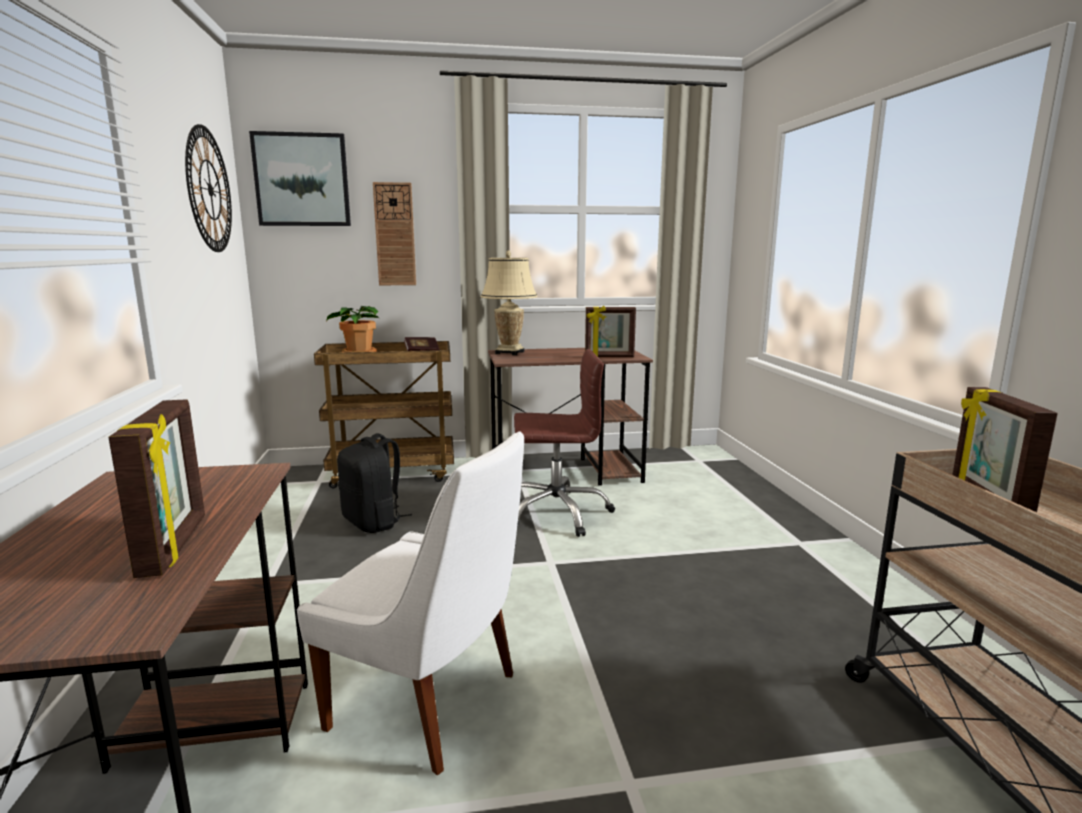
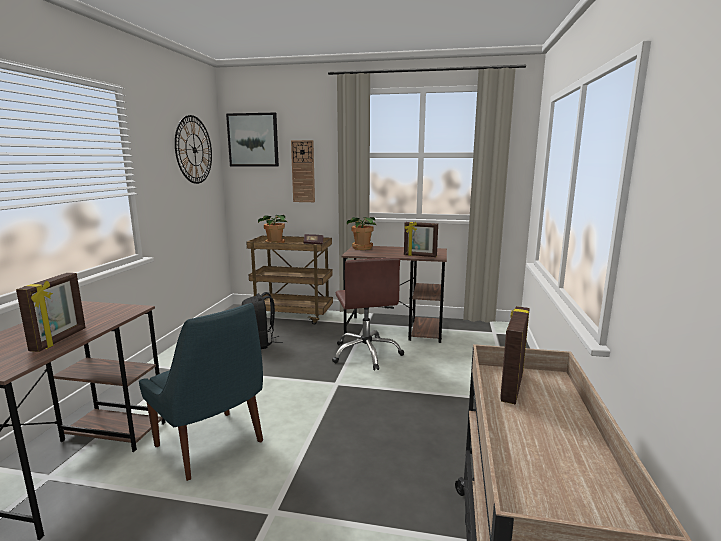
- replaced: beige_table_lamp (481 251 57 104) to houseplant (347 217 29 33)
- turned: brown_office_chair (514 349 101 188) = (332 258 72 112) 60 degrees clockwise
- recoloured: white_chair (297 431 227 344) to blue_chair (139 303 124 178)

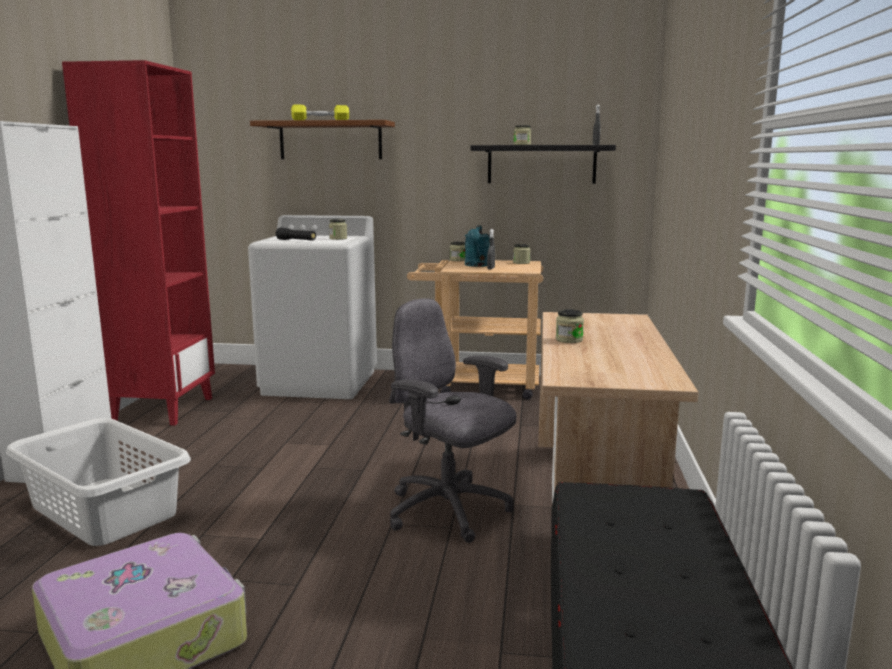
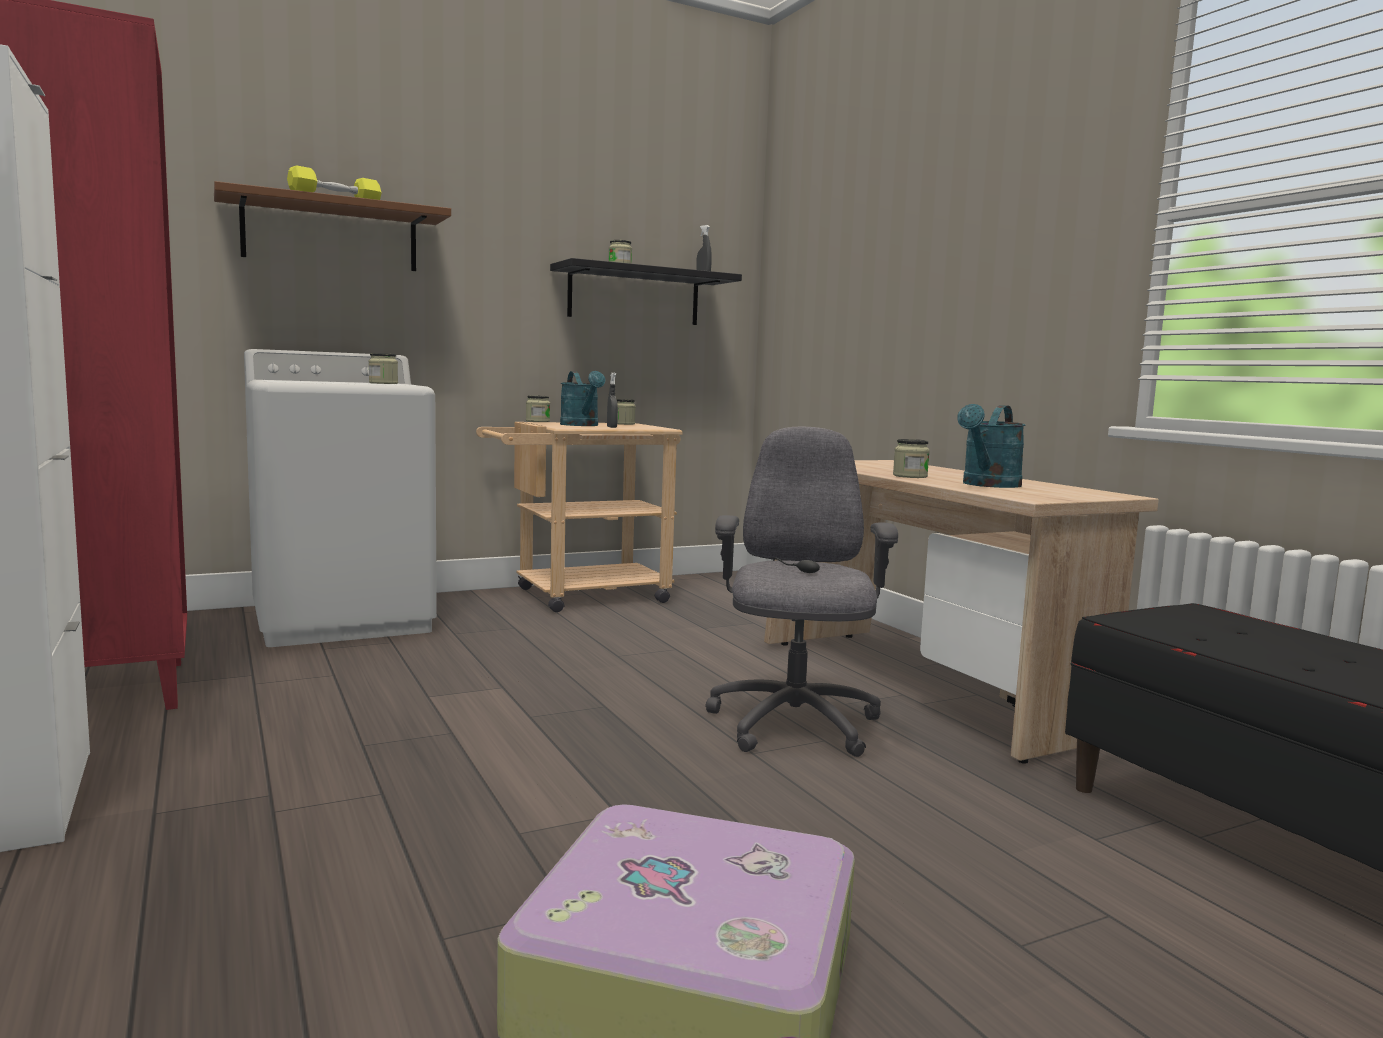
- removed: black-coloured_torch (276 227 40 13)
- turned: gray_office_chair (389 298 127 245) = (705 426 193 331) 90 degrees clockwise
- removed: white_hamper (6 418 185 128)
- added: turquoise_sprinkling_can (957 404 68 84)

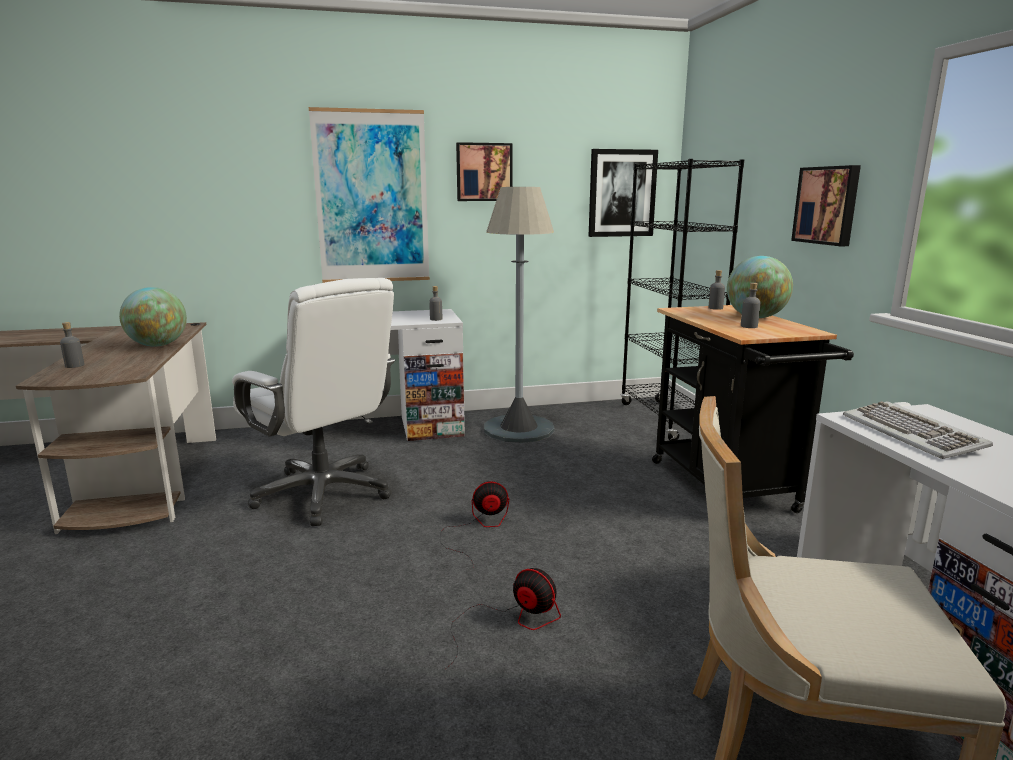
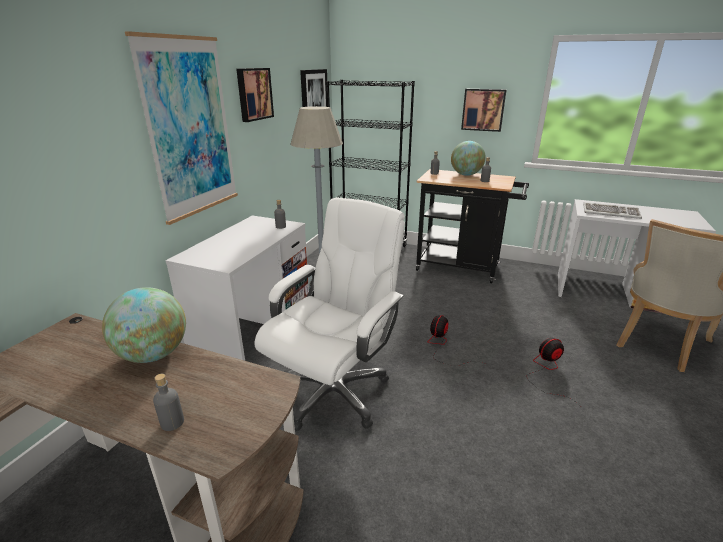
- turned: white_office_chair (232 278 163 248) = (254 198 151 233) 45 degrees counterclockwise

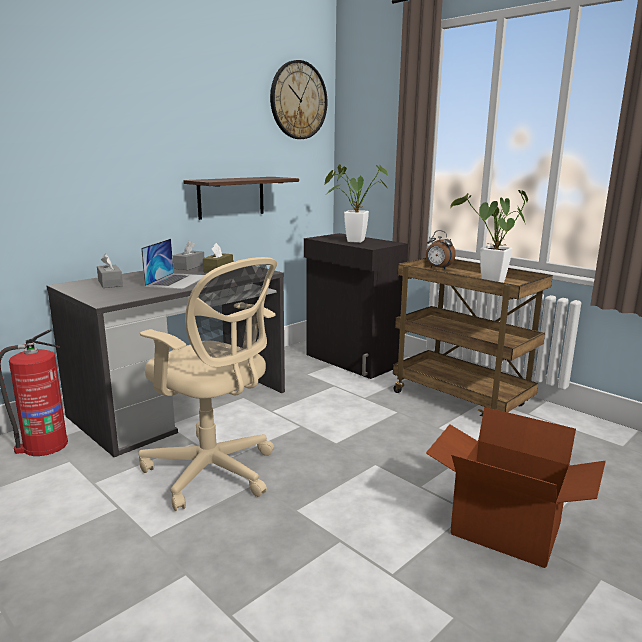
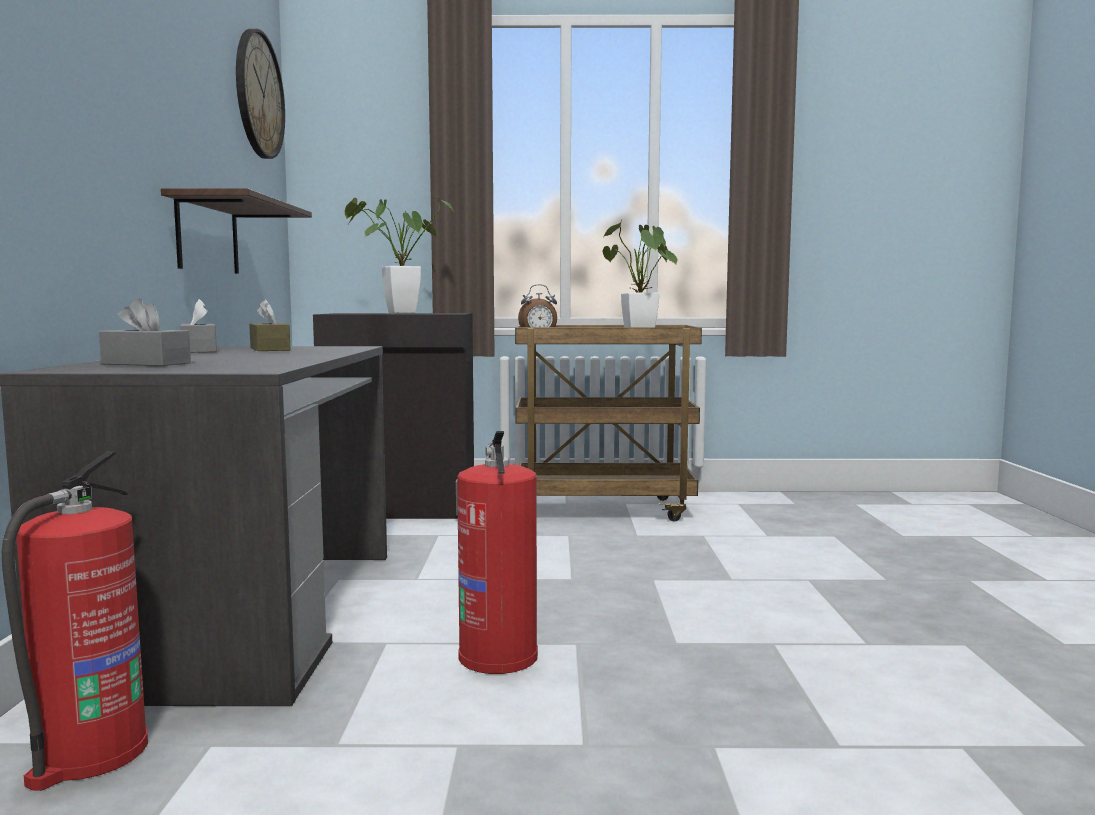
- removed: portable_computer (141 239 64 50)
- replaced: beige_office_chair (138 257 139 254) to fire-fighting_cylinder (457 431 81 243)
- removed: carton (426 407 180 161)

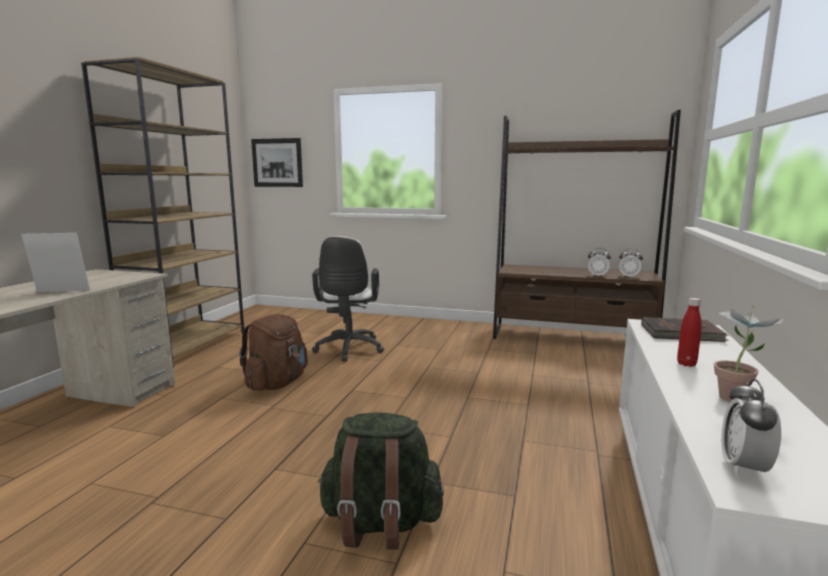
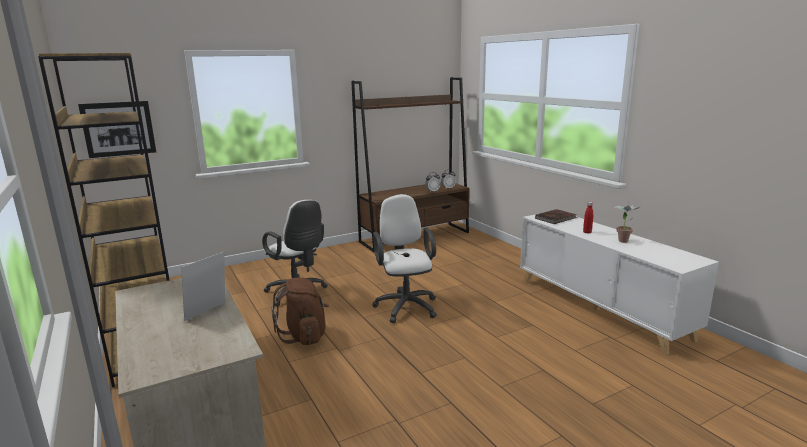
- removed: alarm_clock (721 379 60 97)
- removed: green_rucksack (317 412 127 138)
- added: white_office_chair (372 194 65 129)

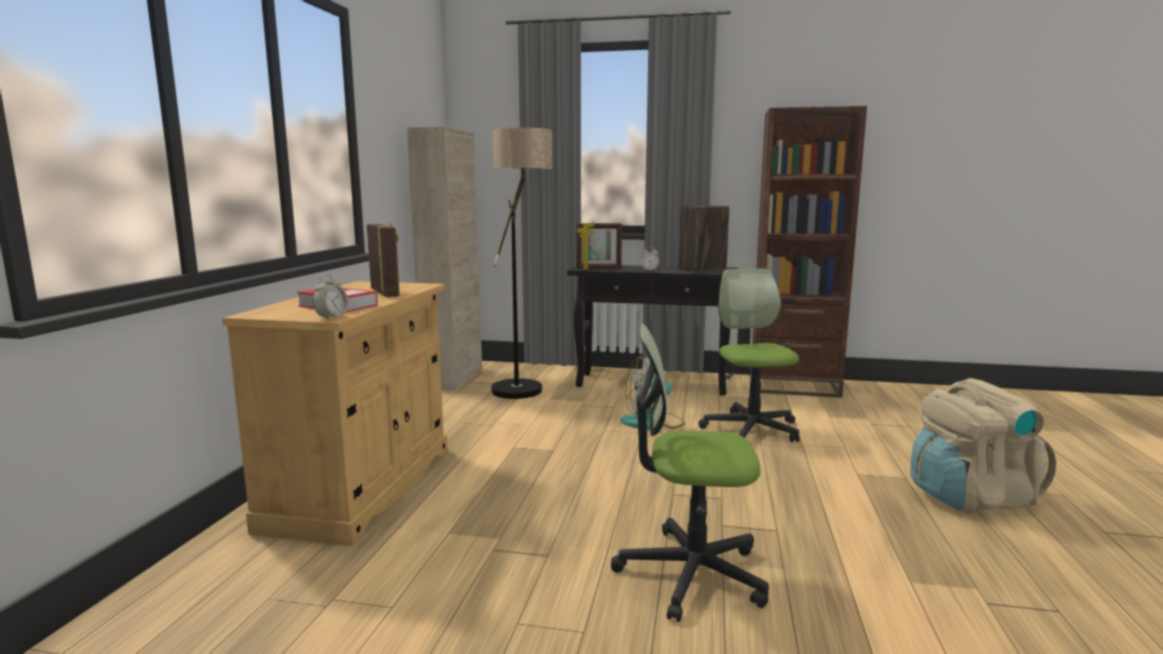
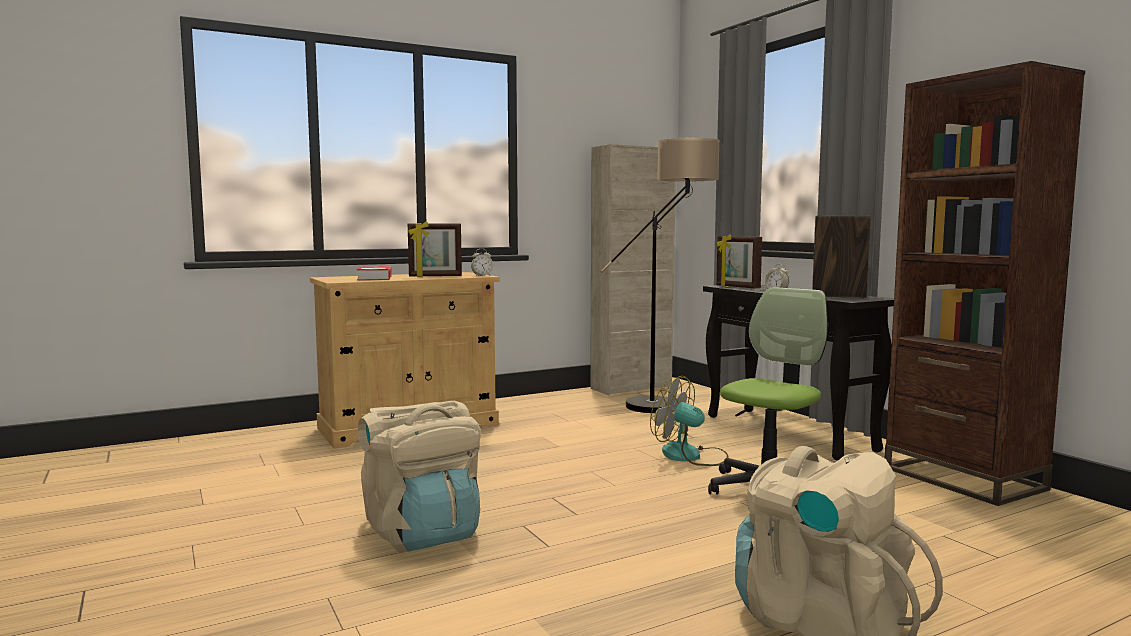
- turned: picture_frame (367 223 33 74) = (408 221 54 56) 60 degrees clockwise
- moved: alarm_clock (312 275 36 45) to (471 249 22 27)
- replaced: office_chair (611 323 158 299) to beige_rucksack (358 401 123 152)

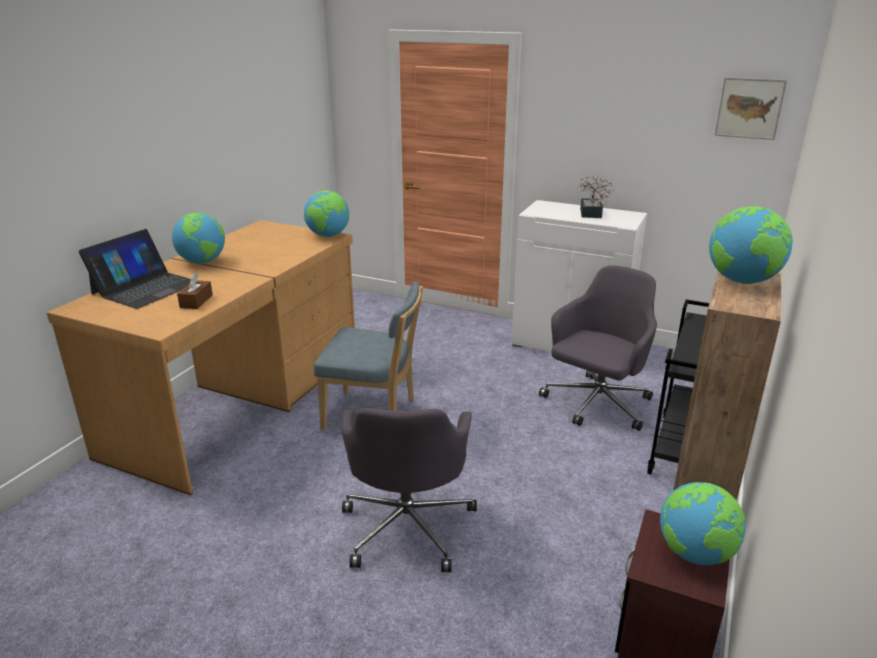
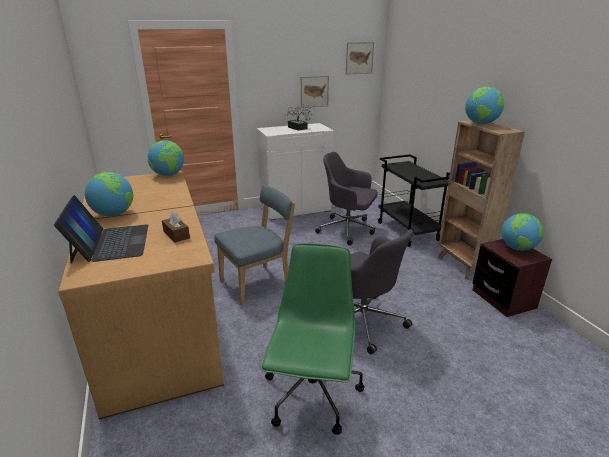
- turned: gray_office_chair (539 266 118 165) = (315 152 63 93) 60 degrees counterclockwise
- added: picture (301 76 28 32)
- added: green_office_chair (260 243 105 192)

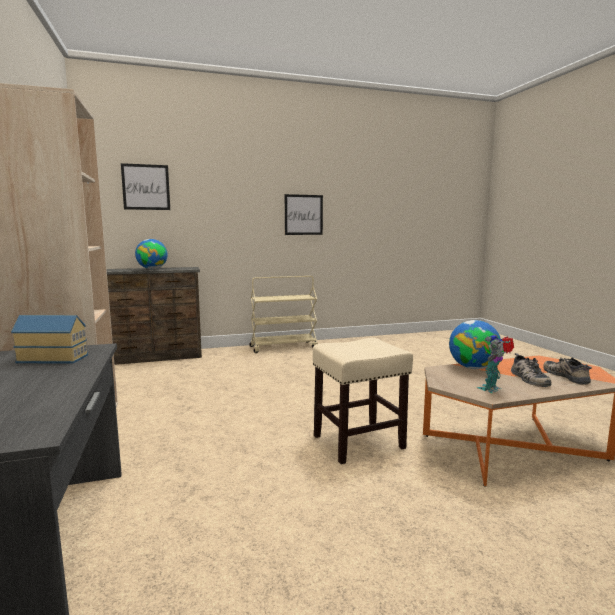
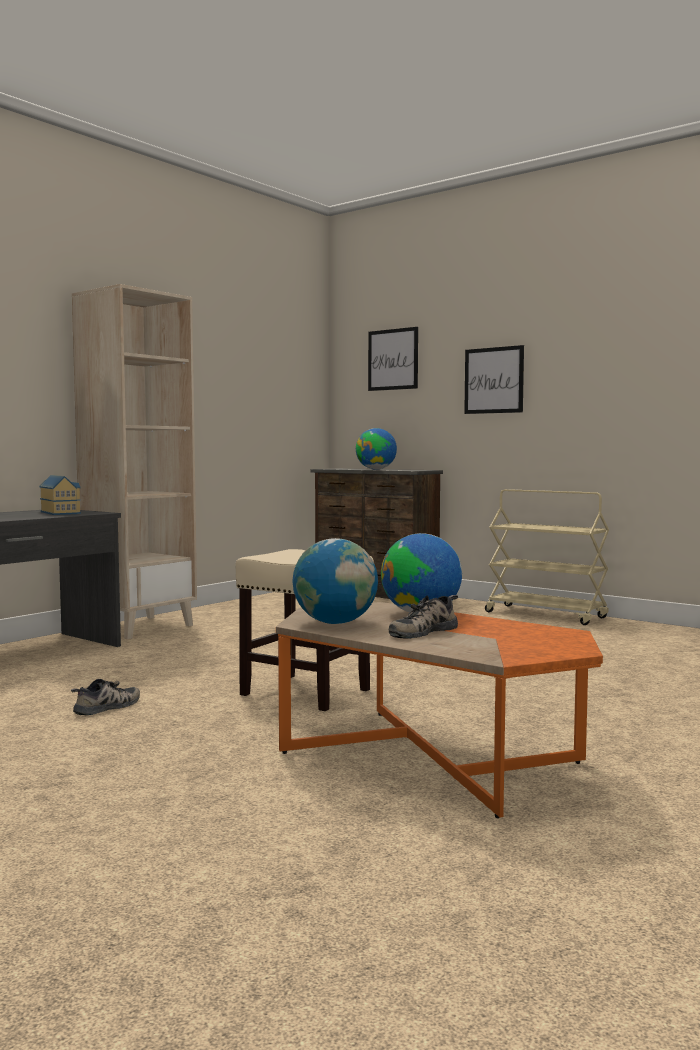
- moved: picture (285 194 38 41) to (464 345 60 69)
- replaced: robot_figure (477 334 37 59) to world_globe (292 538 86 86)
- moved: low_shoe (543 357 49 27) to (71 679 69 36)

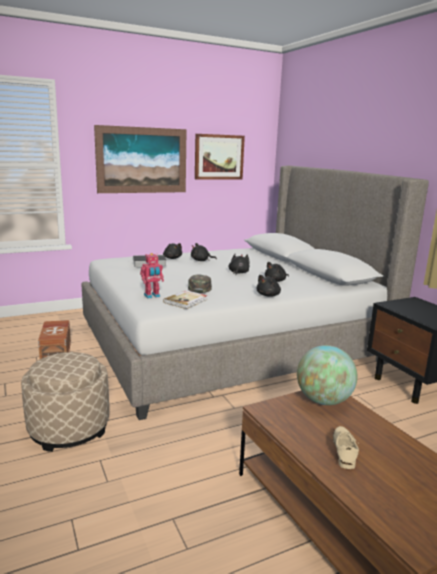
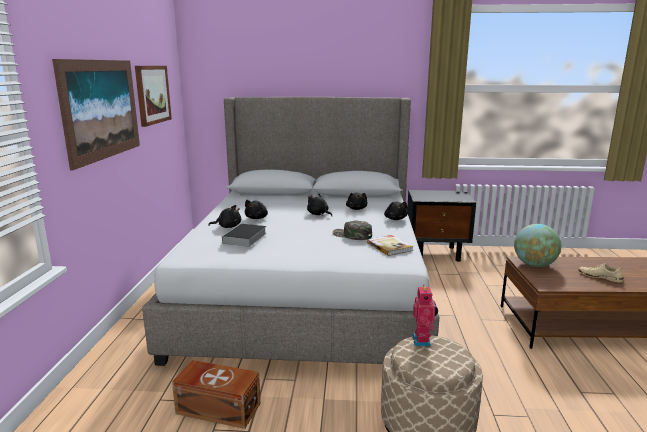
- moved: robot_figure (140 253 24 46) to (412 287 26 59)

